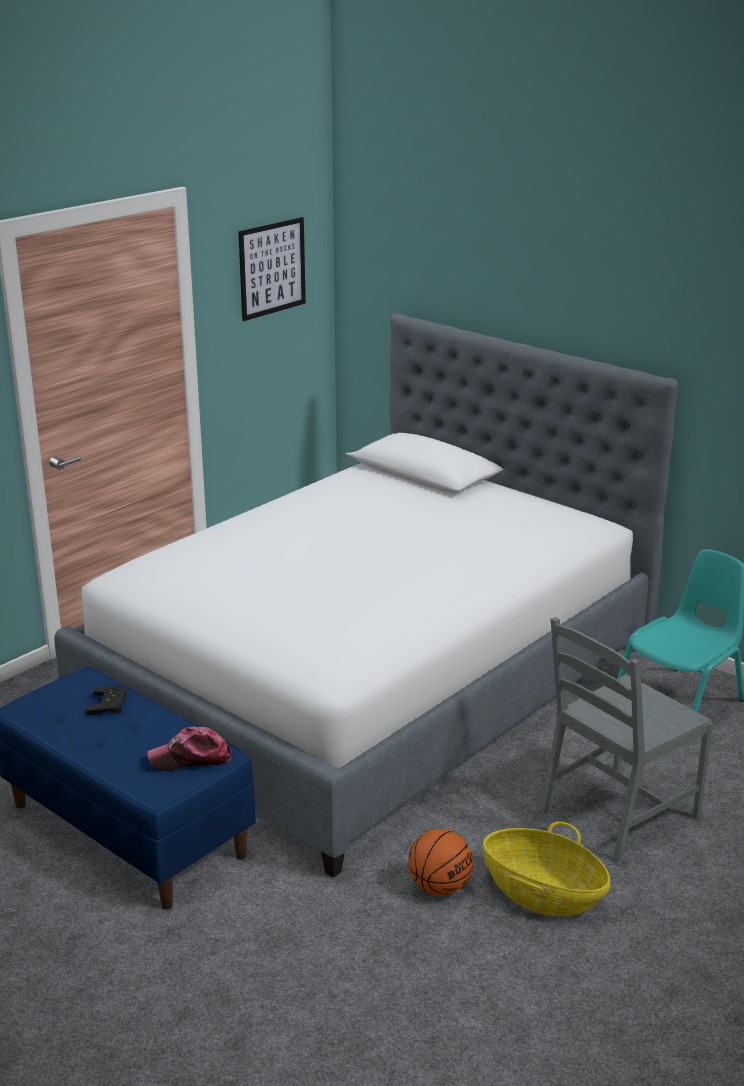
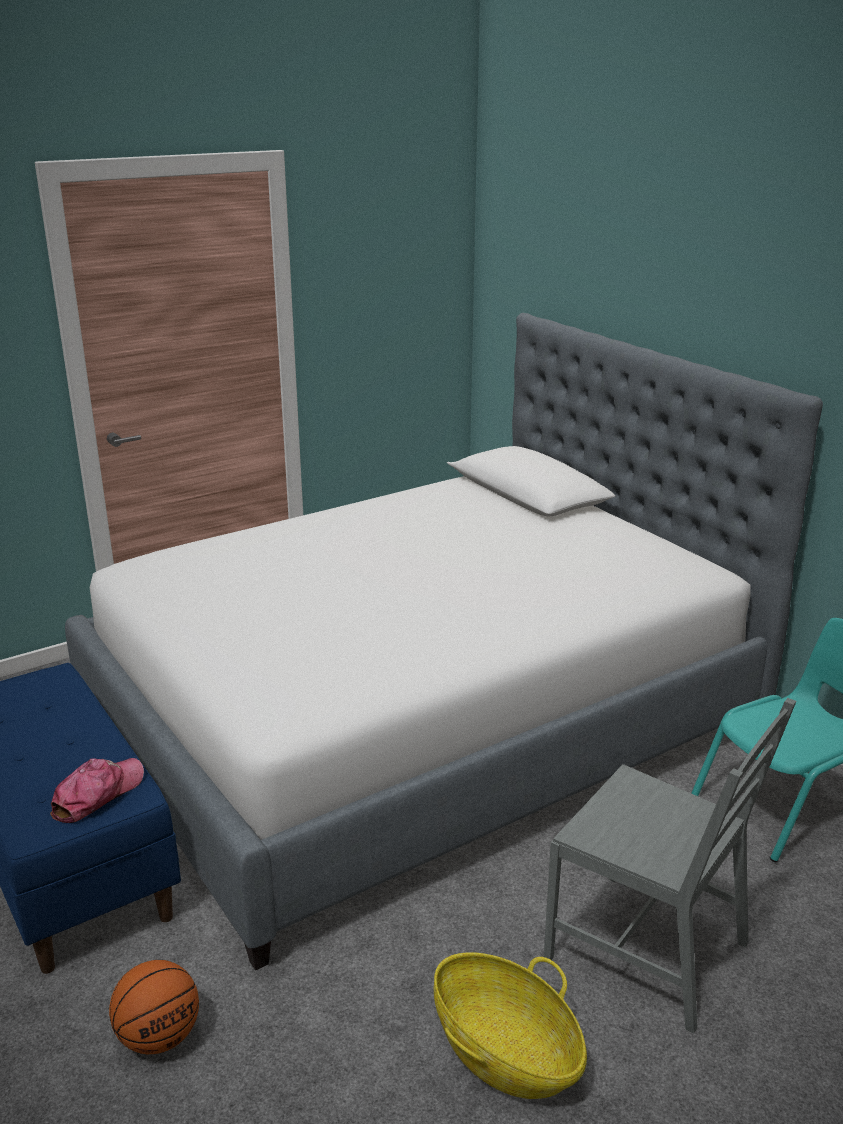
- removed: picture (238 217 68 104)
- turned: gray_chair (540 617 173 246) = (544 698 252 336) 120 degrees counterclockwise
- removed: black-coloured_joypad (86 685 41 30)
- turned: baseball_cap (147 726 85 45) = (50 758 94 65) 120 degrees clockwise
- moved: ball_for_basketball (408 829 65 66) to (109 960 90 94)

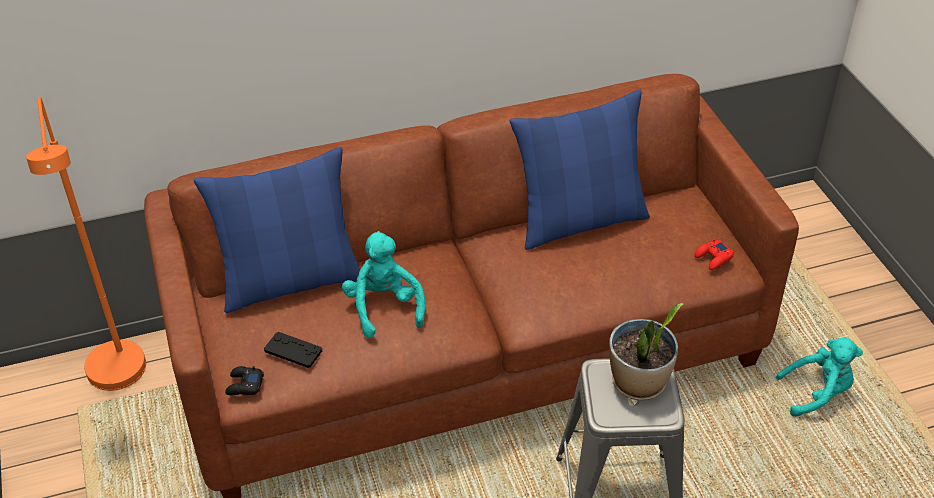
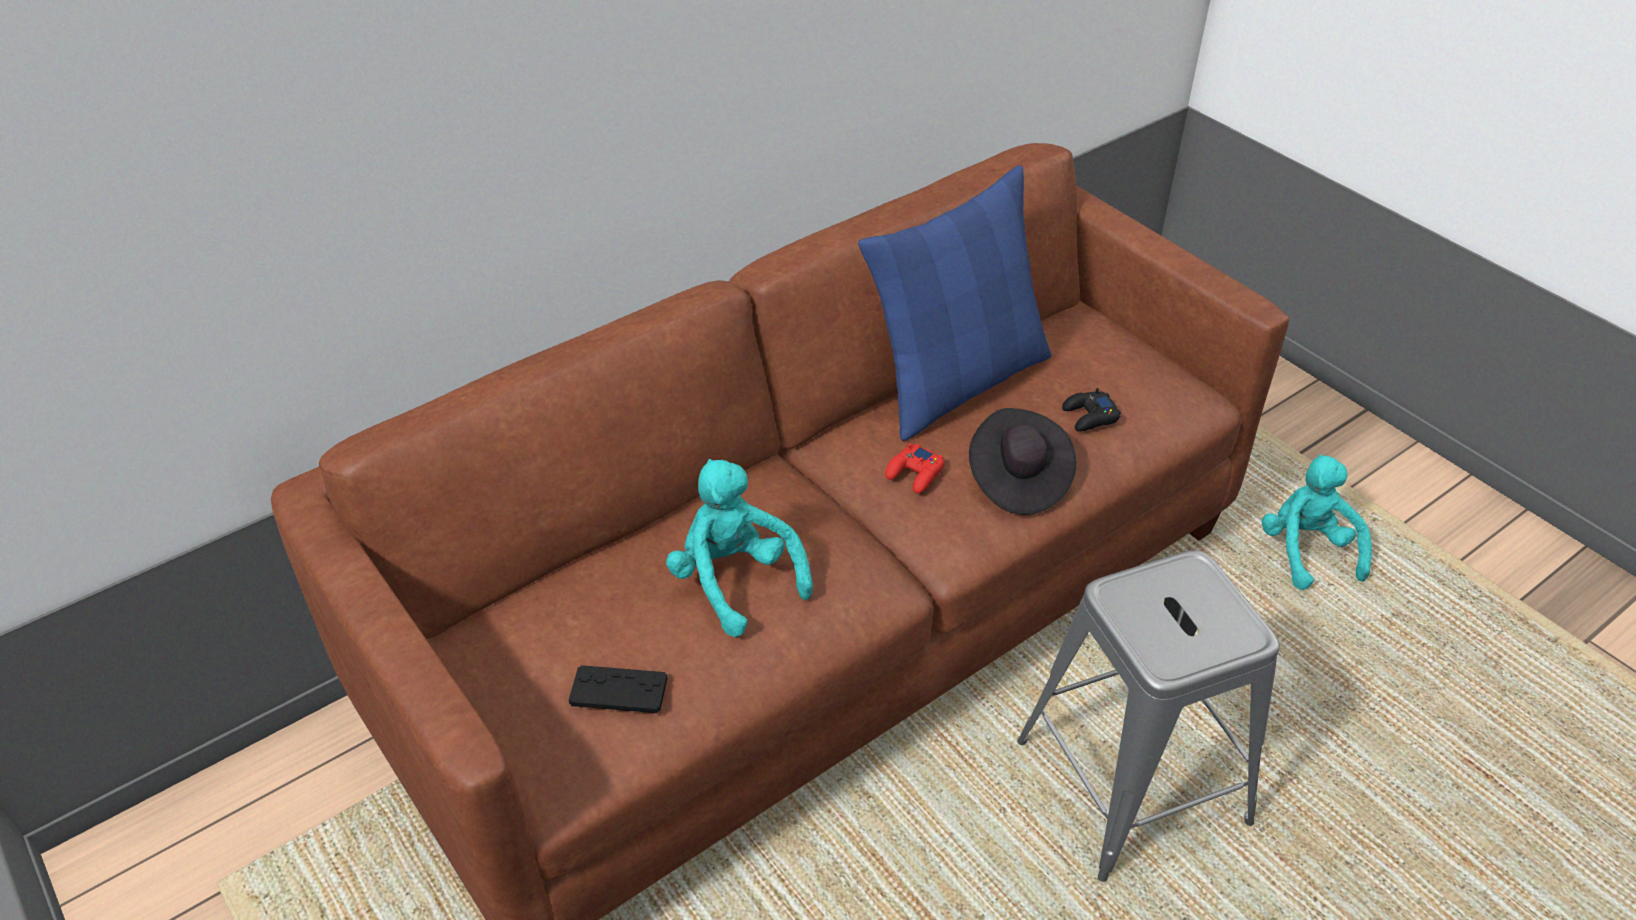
- removed: orange-coloured_standing_lamp (26 97 120 294)
- removed: blue_throw_pillow (194 147 166 166)
- moved: red_joypad (694 238 40 32) to (885 443 59 51)
- removed: houseplant (609 303 75 97)
- turned: turquoise_soft_toy (776 338 87 79) = (1262 454 110 136) 75 degrees counterclockwise
- moved: black-coloured_joypad (225 366 39 29) to (1062 388 59 44)
- added: black-coloured_hat (969 408 107 107)

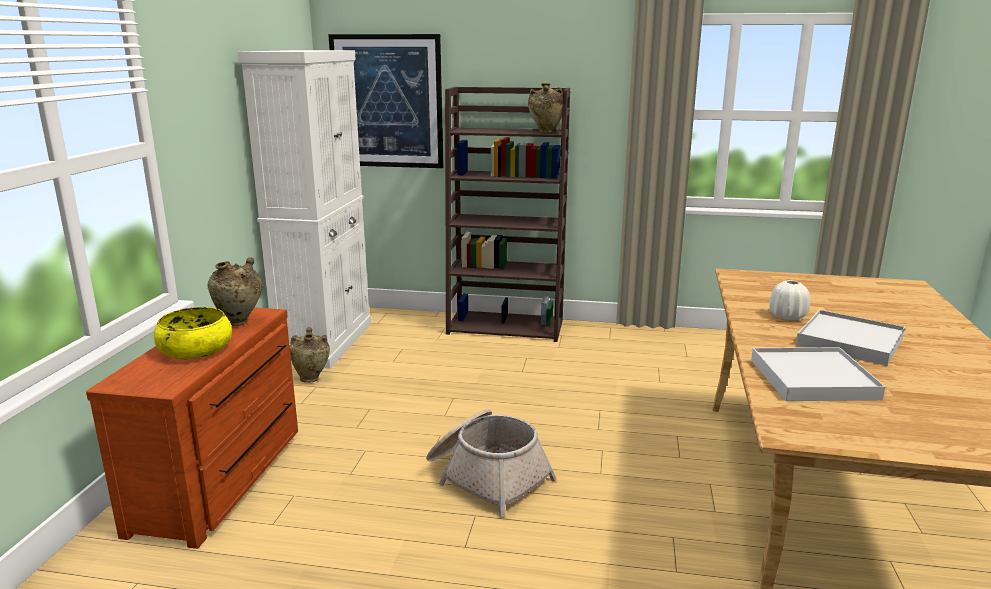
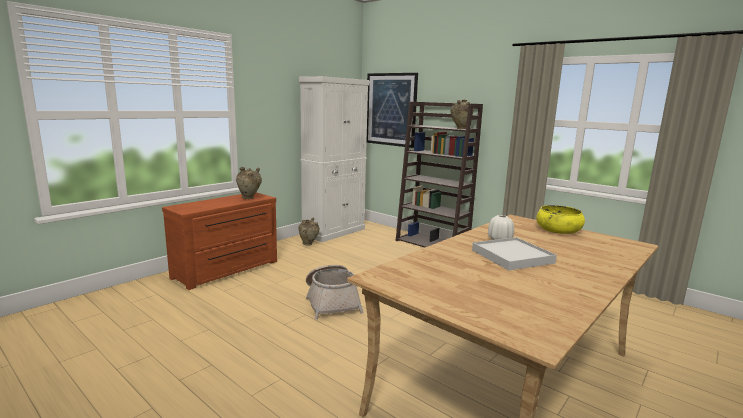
- moved: yellow_bowl (154 307 78 52) to (536 205 49 29)
- removed: white_tray (751 347 134 54)

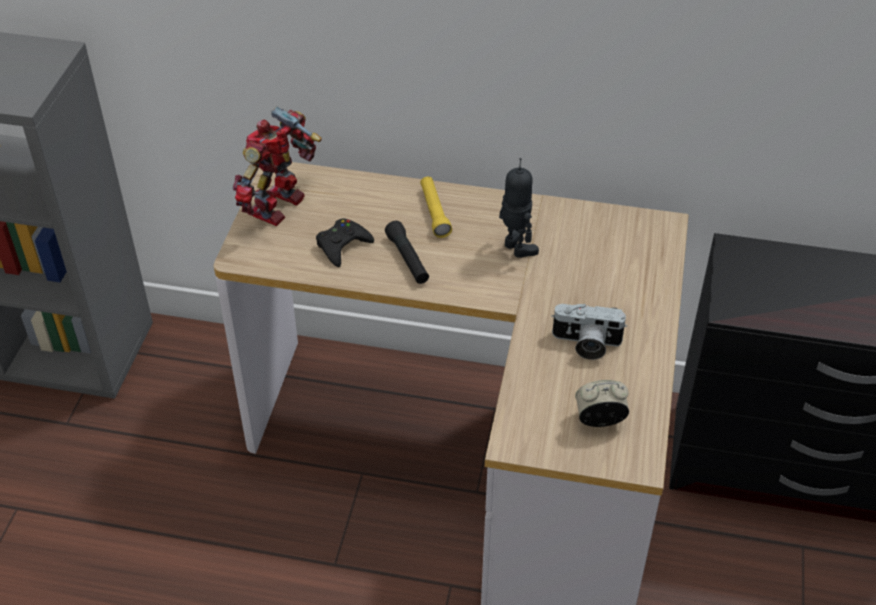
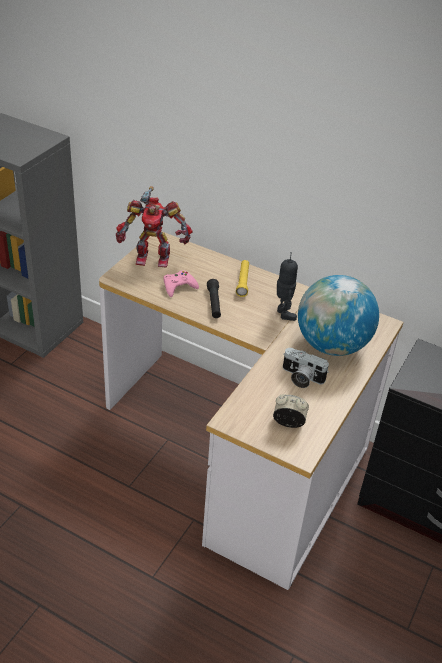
- turned: robot_figure (232 107 90 119) = (116 186 77 82) 135 degrees counterclockwise
- recoloured: black-coloured_joypad (316 218 58 49) to pink-coloured_joypad (164 270 35 27)
- added: world_globe (298 275 81 81)

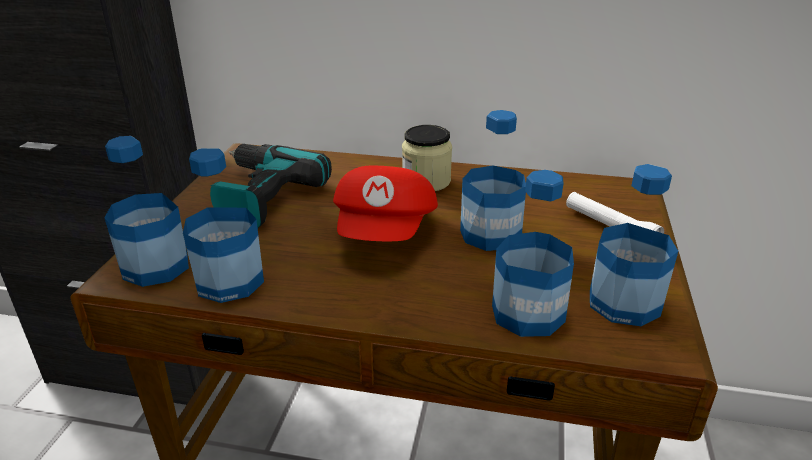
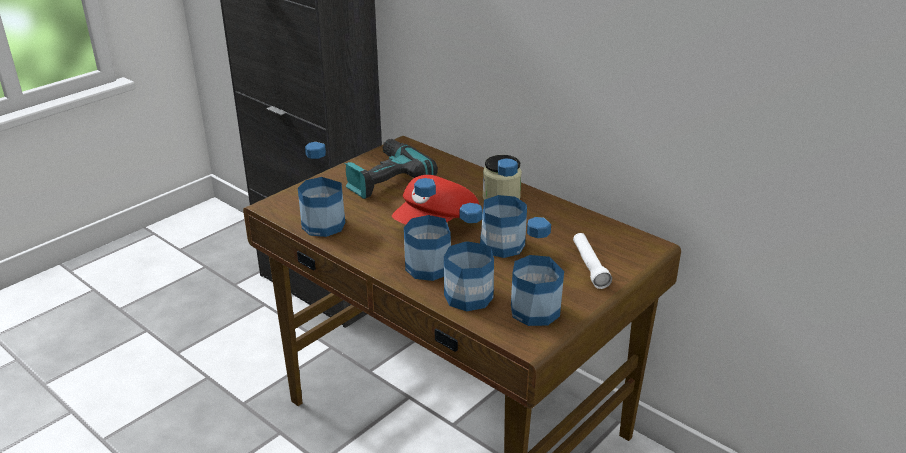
- moved: bottle (105 136 84 151) to (404 178 47 103)

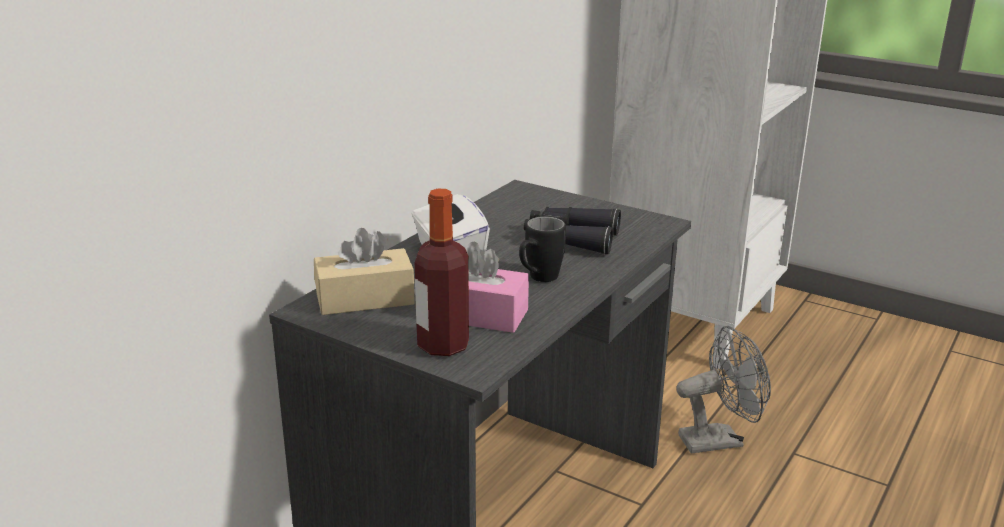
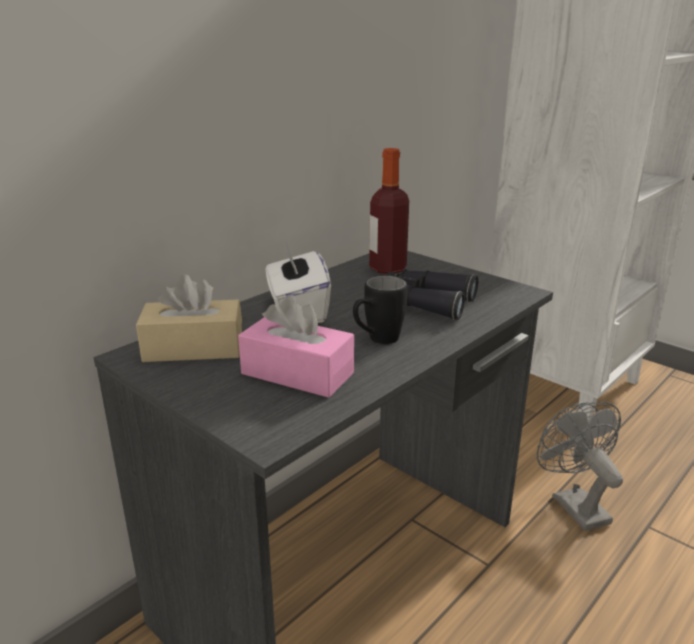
- moved: bottle (415 189 54 167) to (369 148 40 126)
- turned: gray_electric_fan (676 326 95 127) = (537 401 86 130) 105 degrees counterclockwise

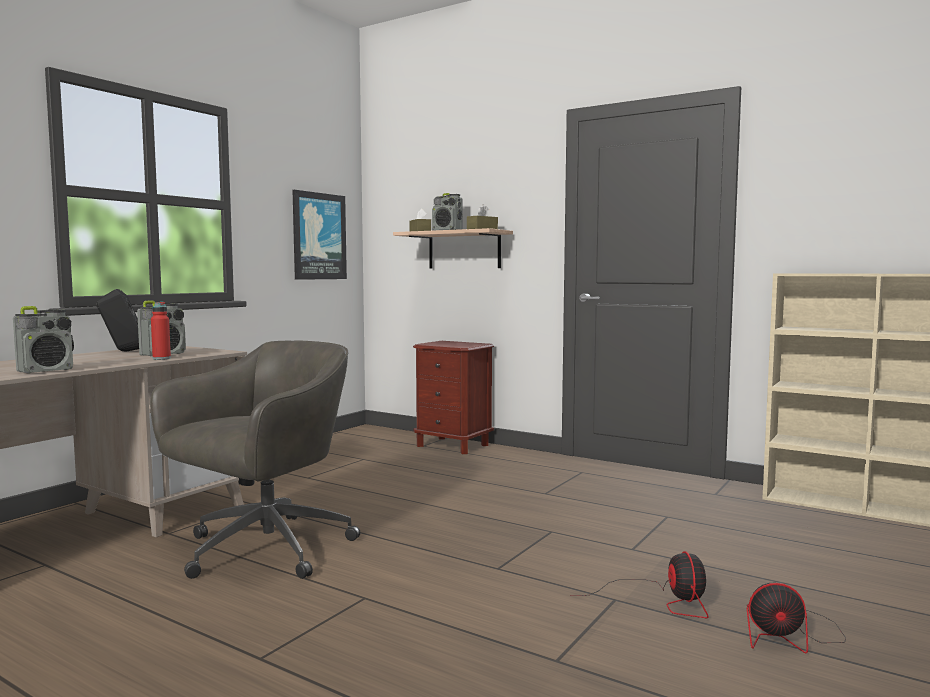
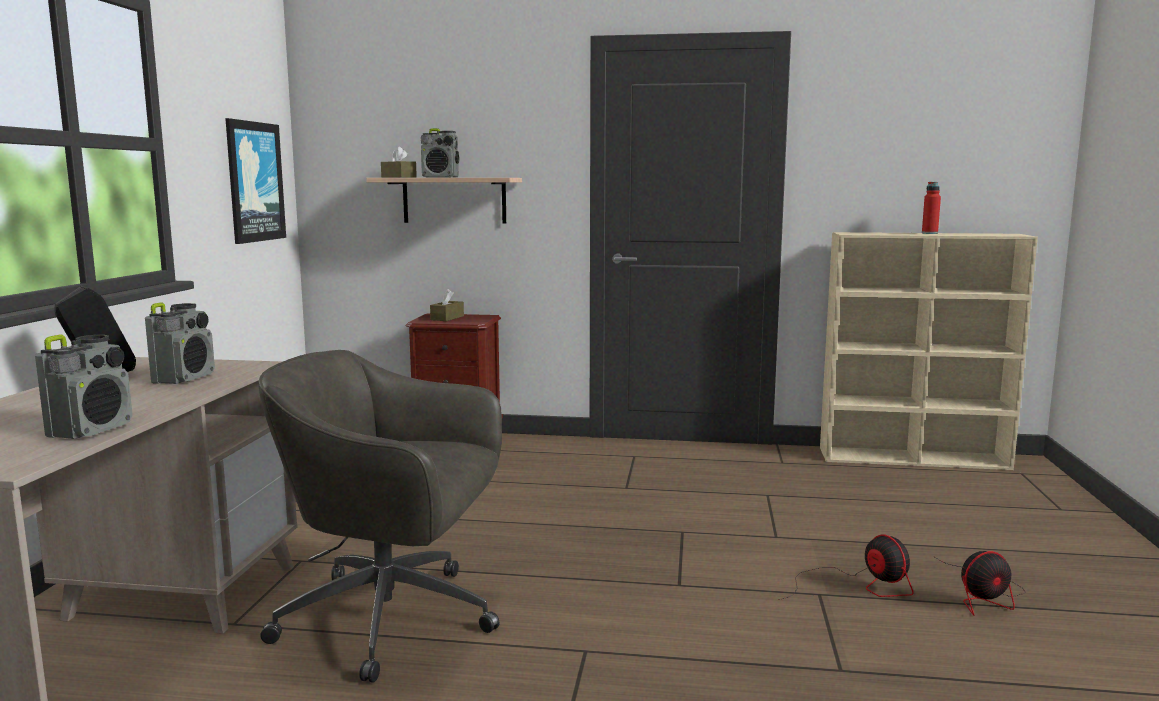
- moved: brown_tissue_holder (467 204 31 25) to (430 289 34 32)
- moved: red_bottle (151 302 20 58) to (922 182 19 52)
- turned: gray_office_chair (150 341 210 238) = (259 350 243 333) 90 degrees counterclockwise

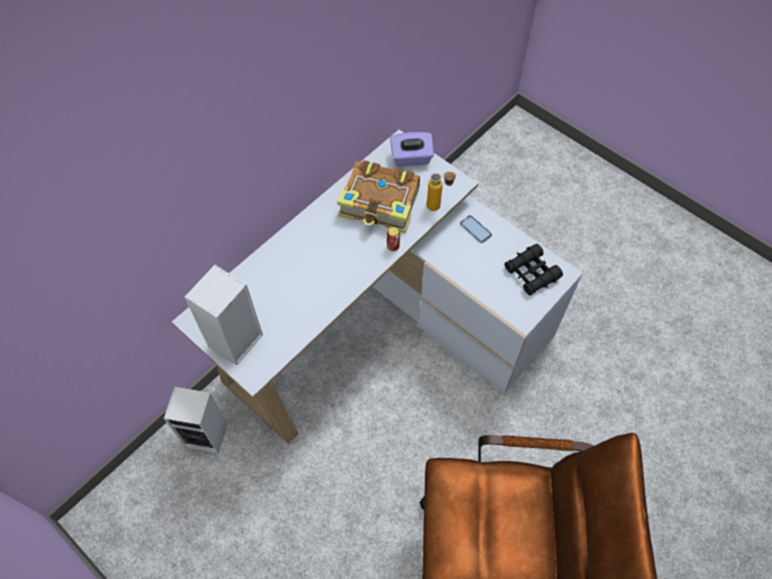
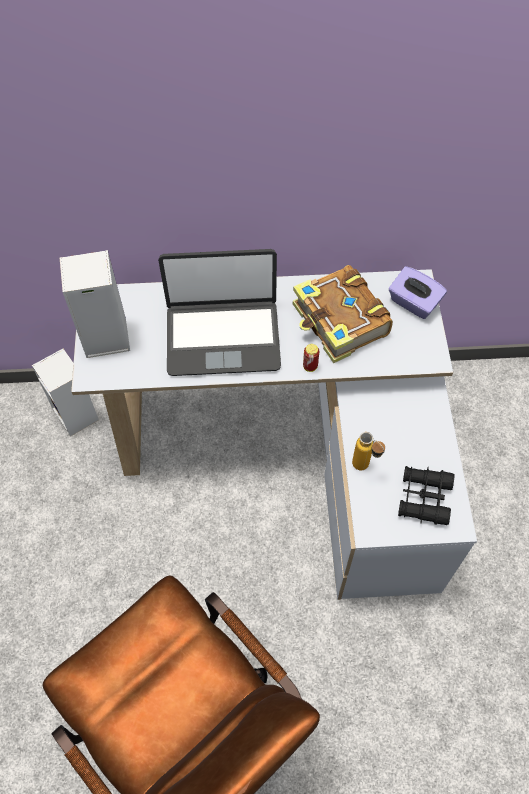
- moved: bottle (427 171 29 40) to (352 432 33 38)
- removed: phone (460 215 32 28)
- added: portable_computer (158 249 123 127)

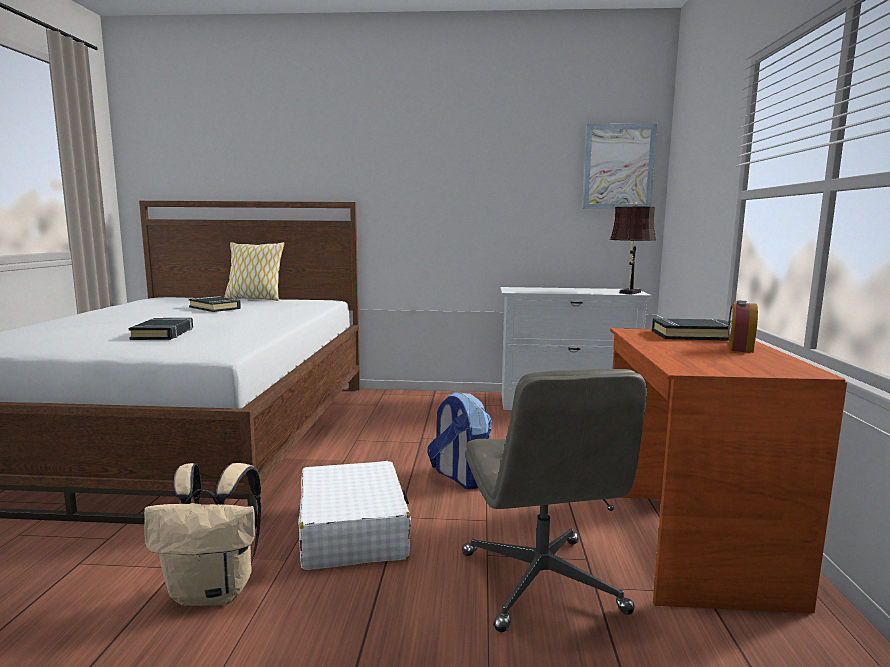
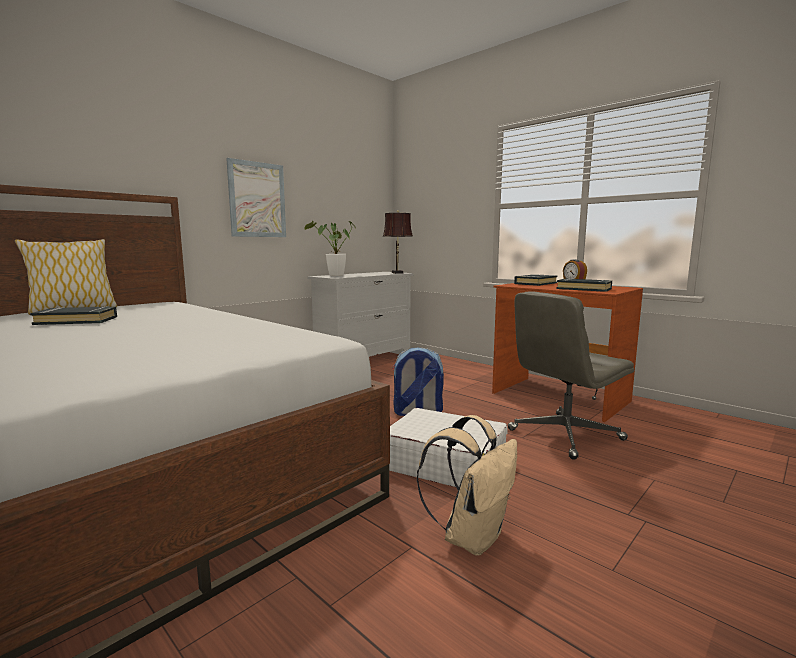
- moved: picture (582 124 75 85) to (226 158 60 79)
- moved: black-coloured_bound_book (129 318 64 22) to (556 278 56 14)
- turned: gray_office_chair (462 369 185 263) = (508 292 126 168) 120 degrees clockwise
- added: houseplant (304 221 52 55)

